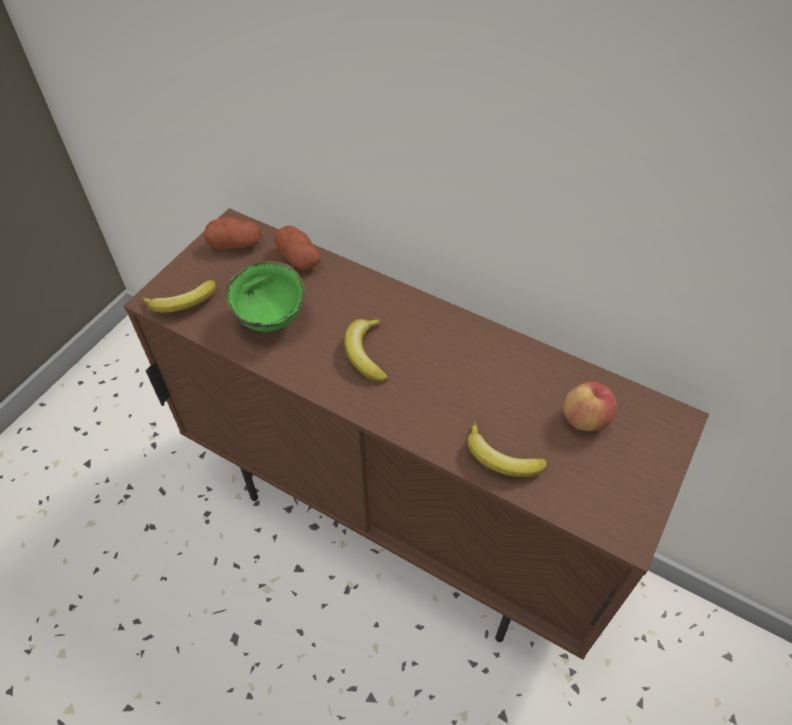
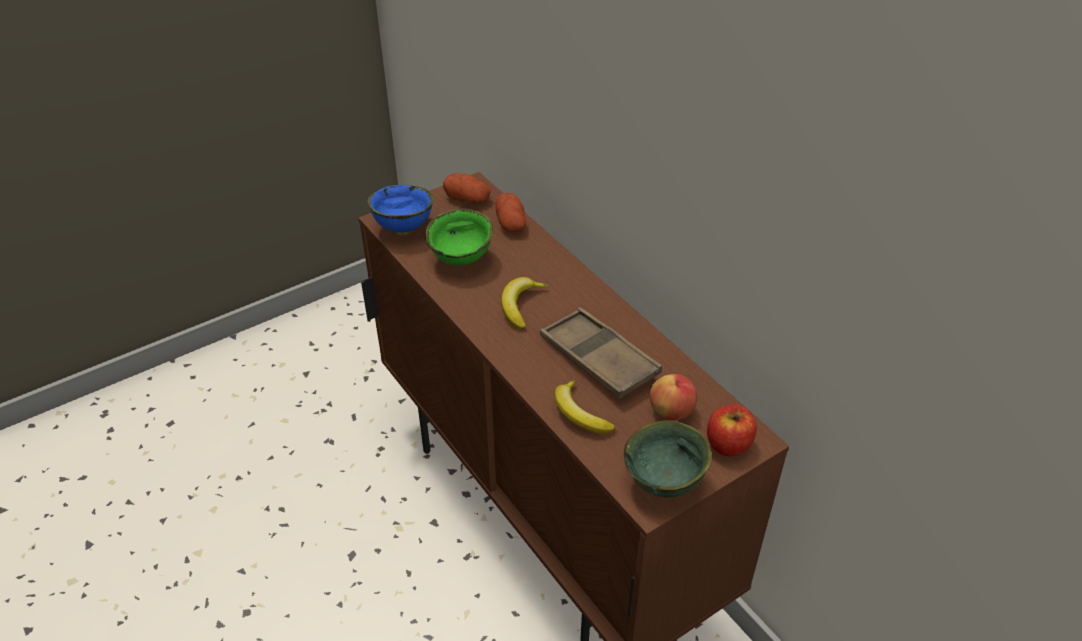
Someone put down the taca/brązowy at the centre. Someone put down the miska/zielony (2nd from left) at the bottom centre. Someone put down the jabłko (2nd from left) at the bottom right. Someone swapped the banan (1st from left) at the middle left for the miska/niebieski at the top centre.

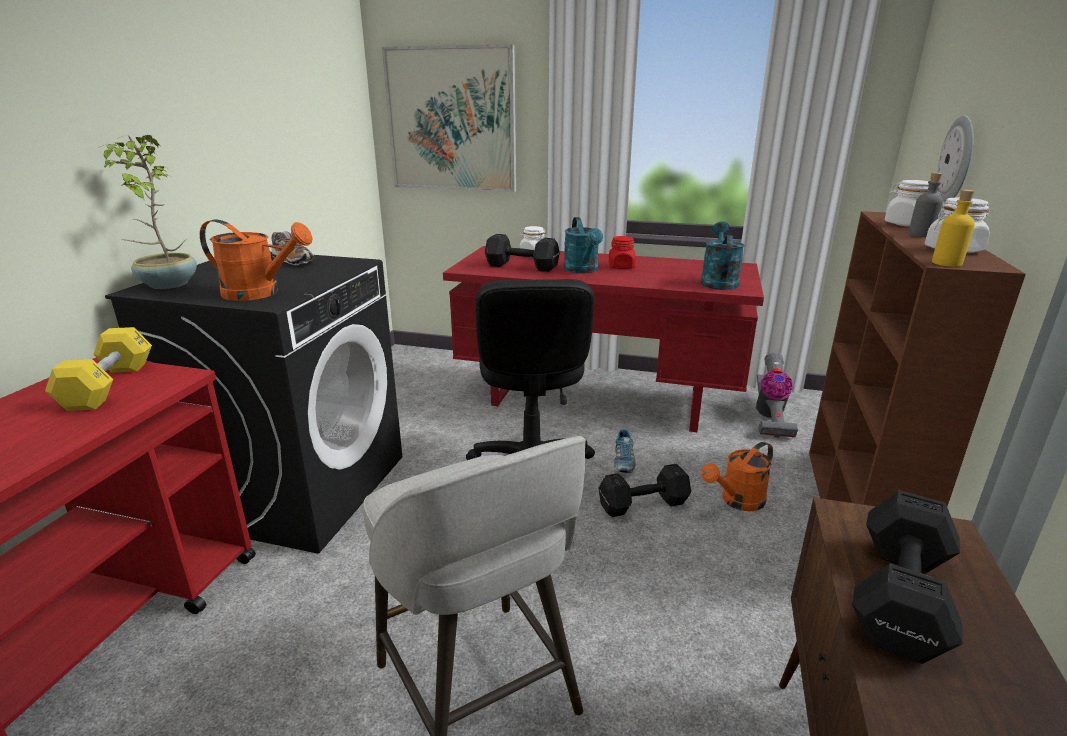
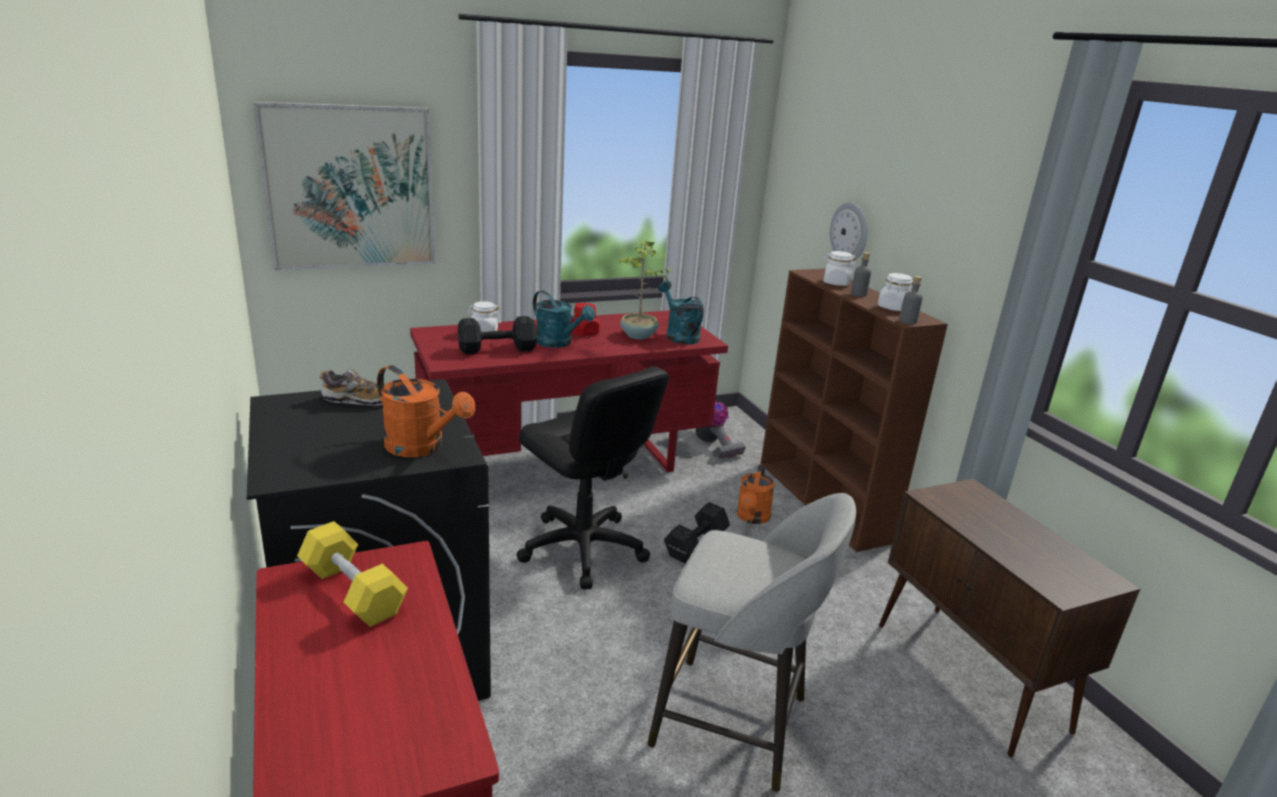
Someone took away the but (2nd from left) at the centre. Someone took away the hantel/czarny (3rd from left) at the bottom right. Someone carried the roślina doniczkowa from the top left to the centre. Someone repainted the butelka/żółty at the top right, which became the butelka/szary (2nd from left) at the middle right. Someone rotated the konewka/pomarańczowy (1st from left) at the middle left by 60 degrees clockwise.

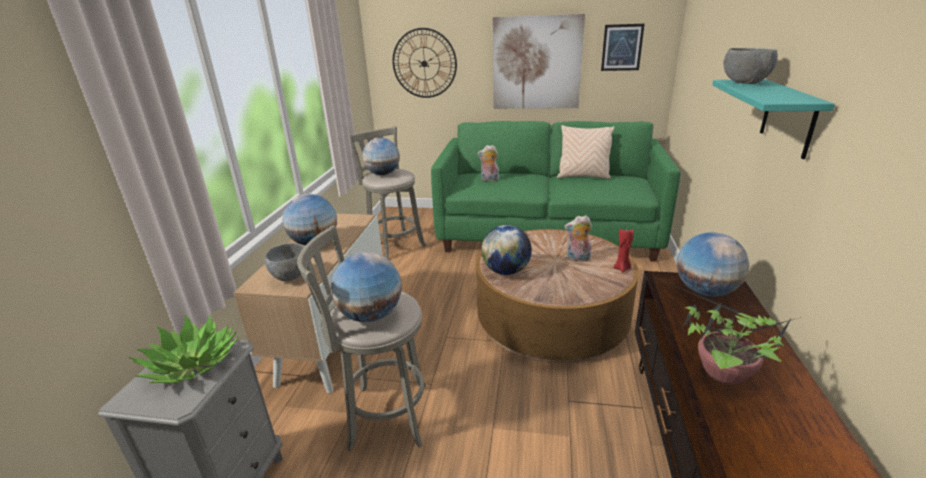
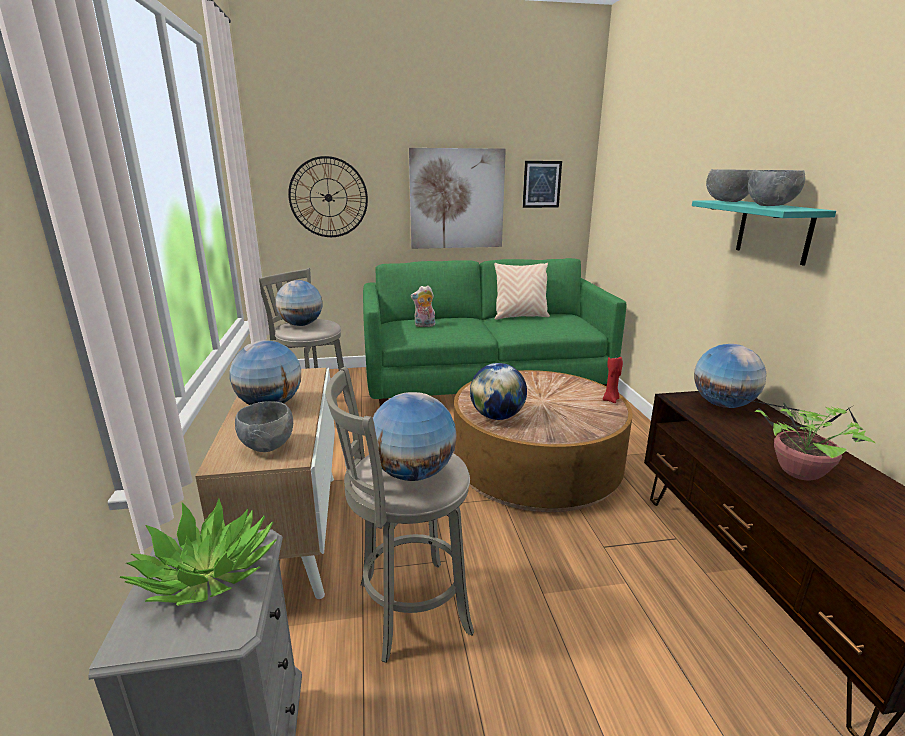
Someone took away the pluszak (2nd from left) at the centre. Someone put down the miska/szary (3rd from left) at the top right.

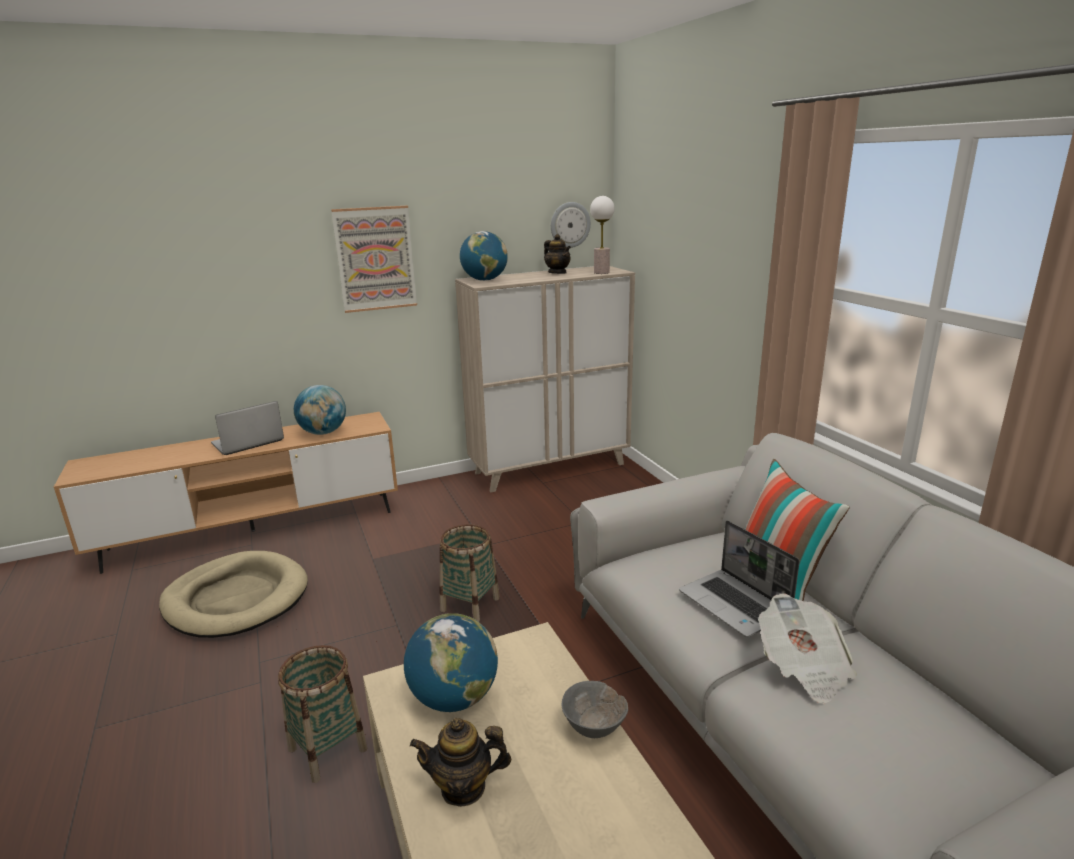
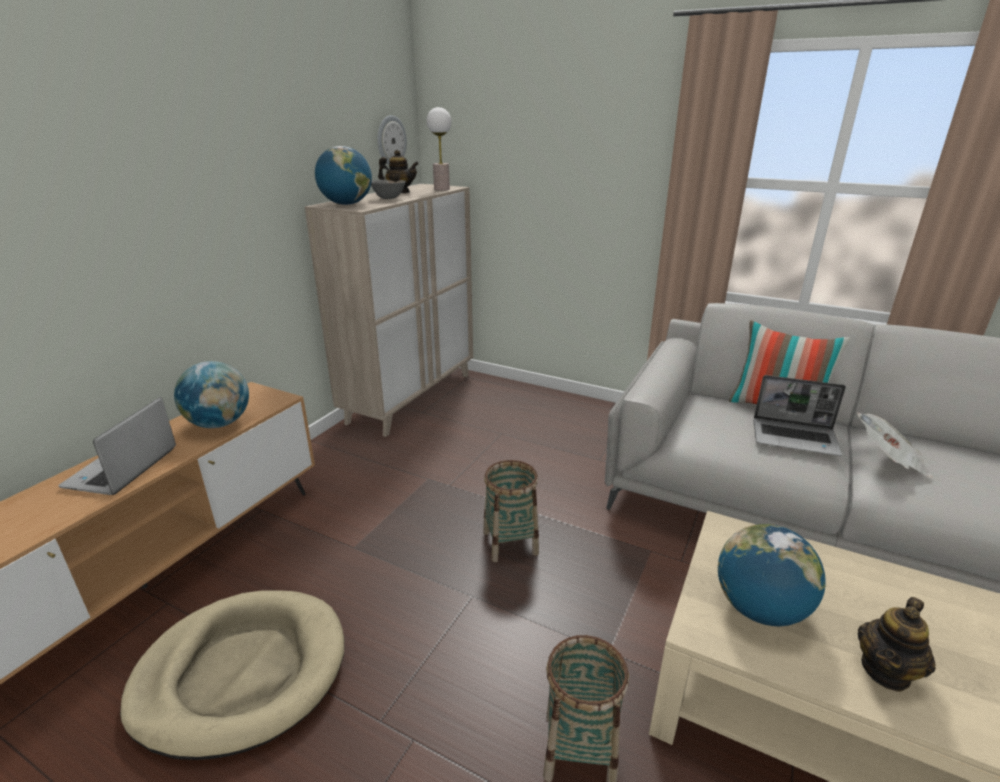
Someone took away the obraz at the top centre. Someone carried the miska/szary from the bottom centre to the top centre.

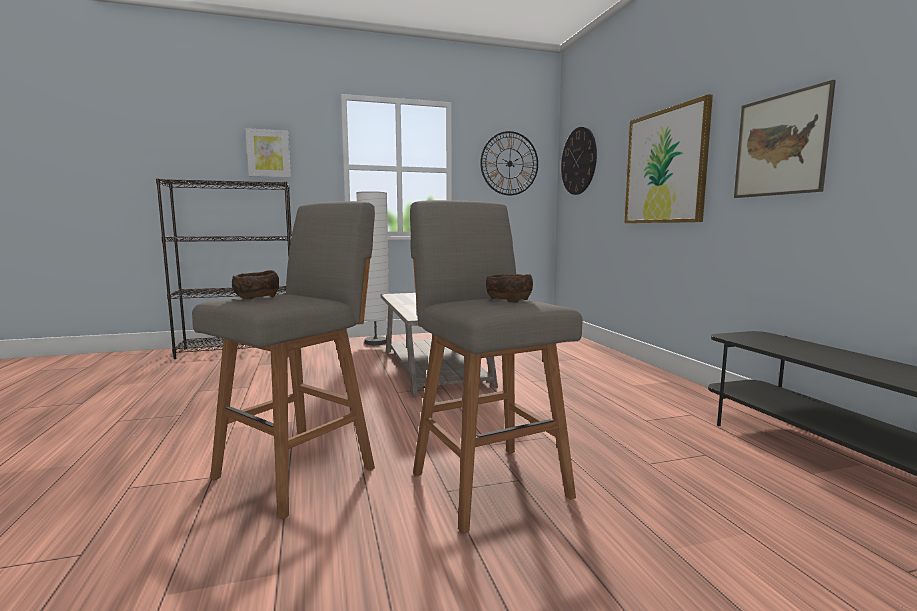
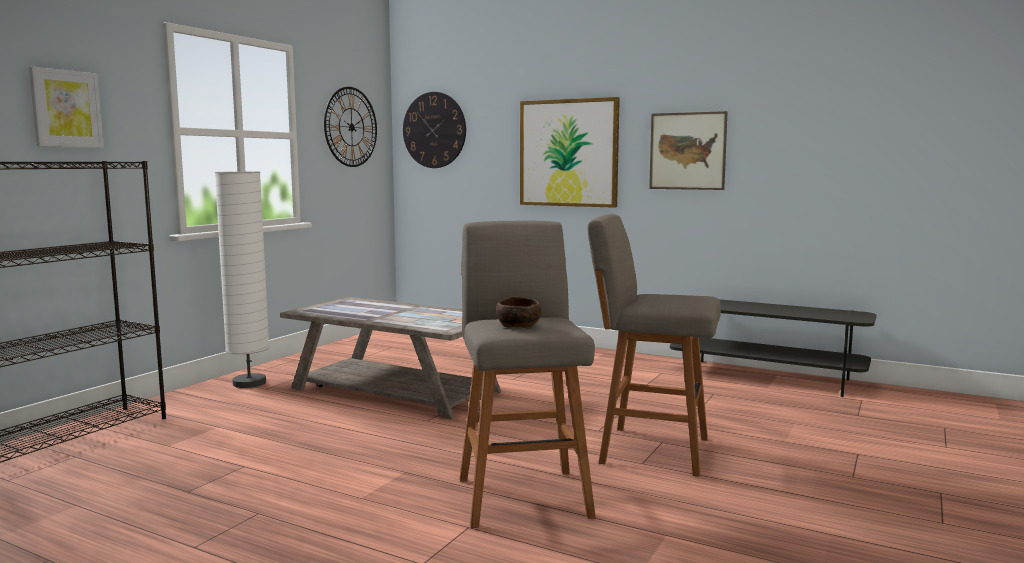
Someone took away the miska/brązowy (2nd from left) at the centre.

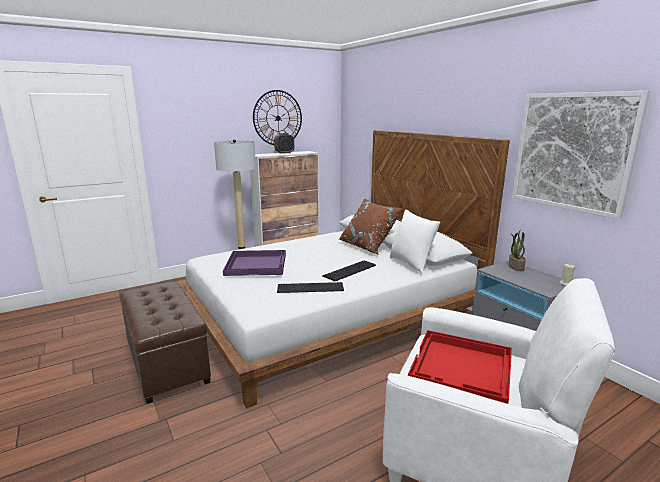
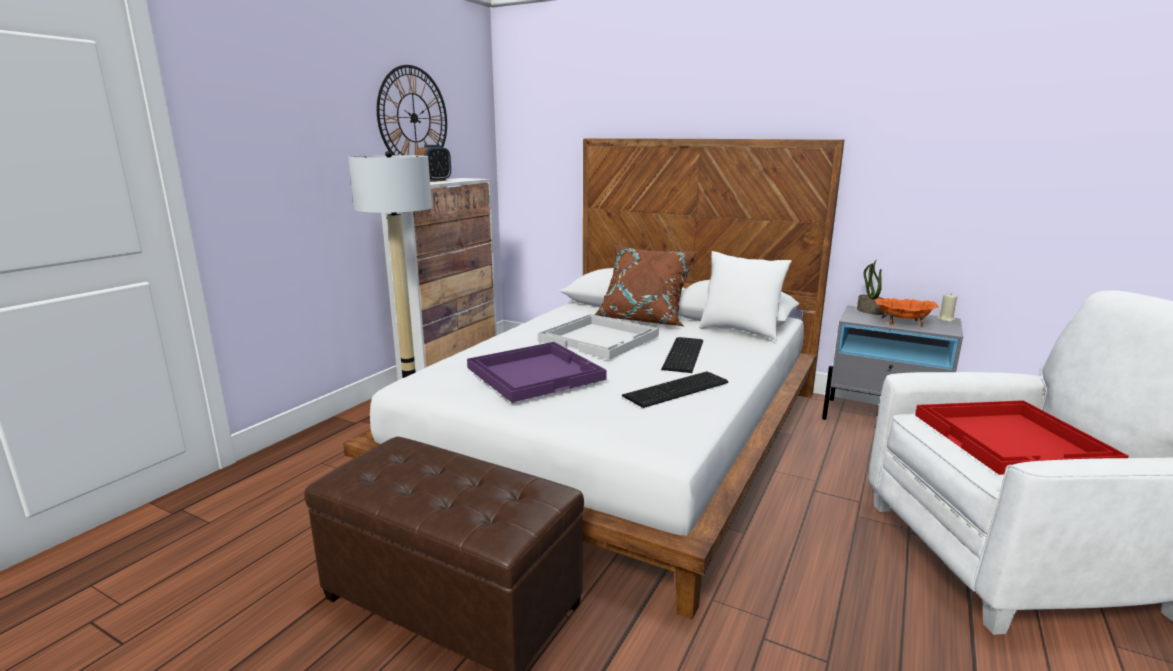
Someone took away the obraz at the top right. Someone put down the taca/biały at the centre. Someone put down the miska/pomarańczowy at the middle right.

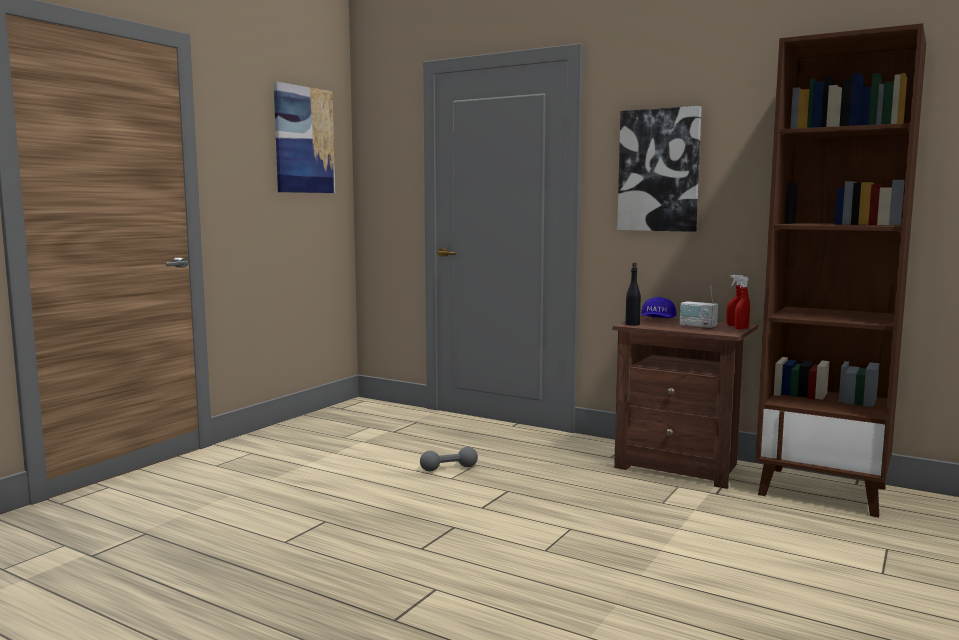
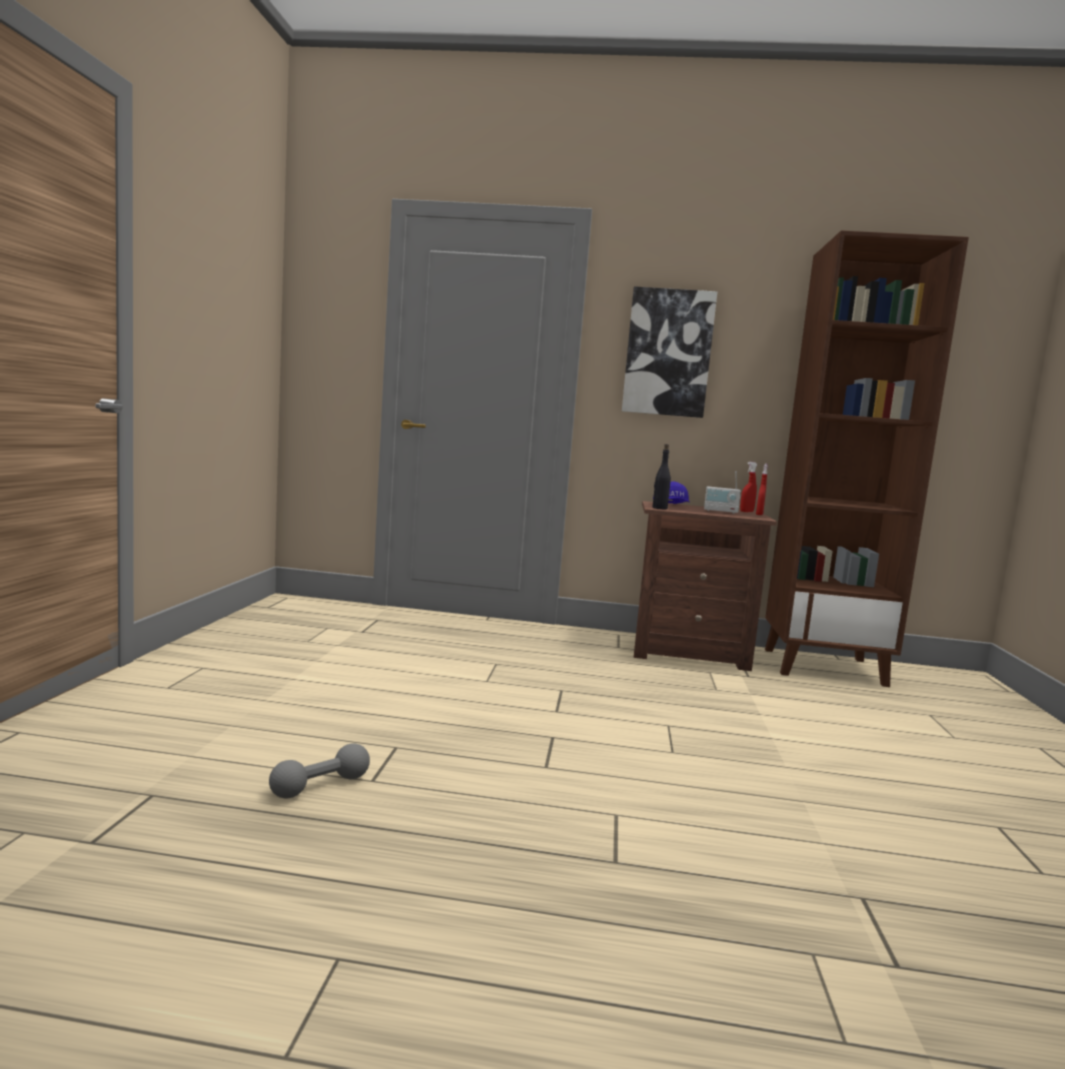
Someone took away the obraz (1st from left) at the top left. Someone carried the hantel/szary from the bottom centre to the bottom left.

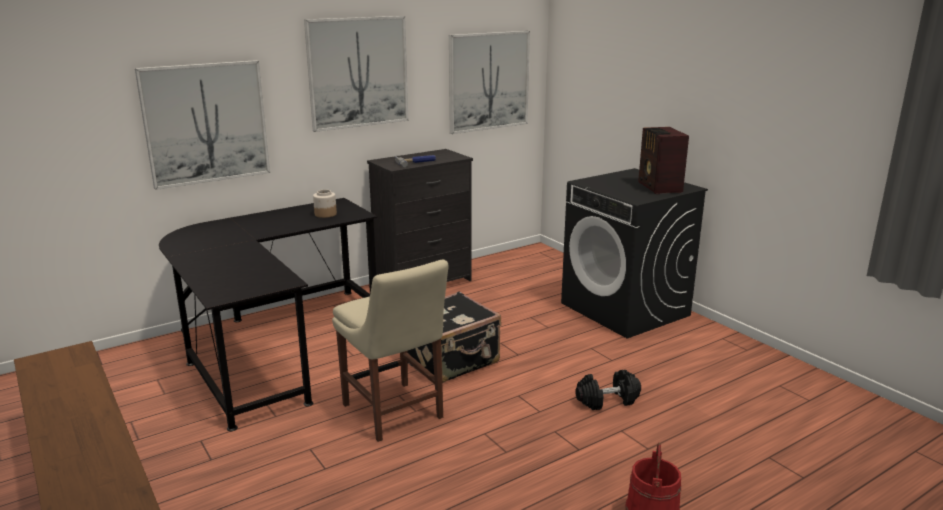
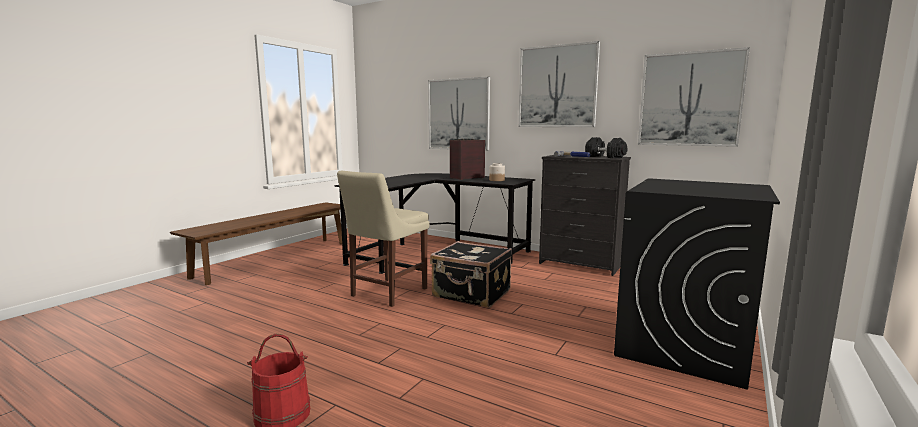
Someone carried the hantel/czarny from the bottom centre to the centre. Someone carried the radio from the top right to the centre.

